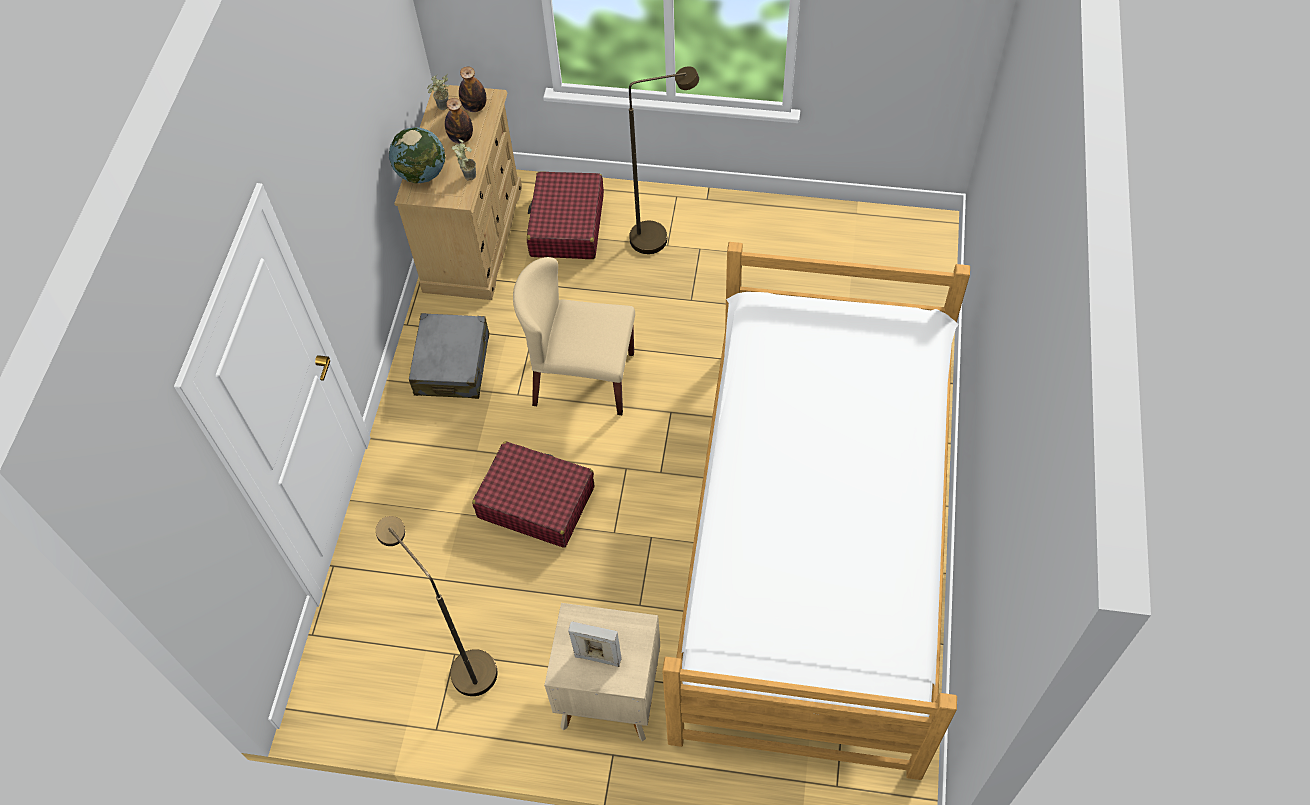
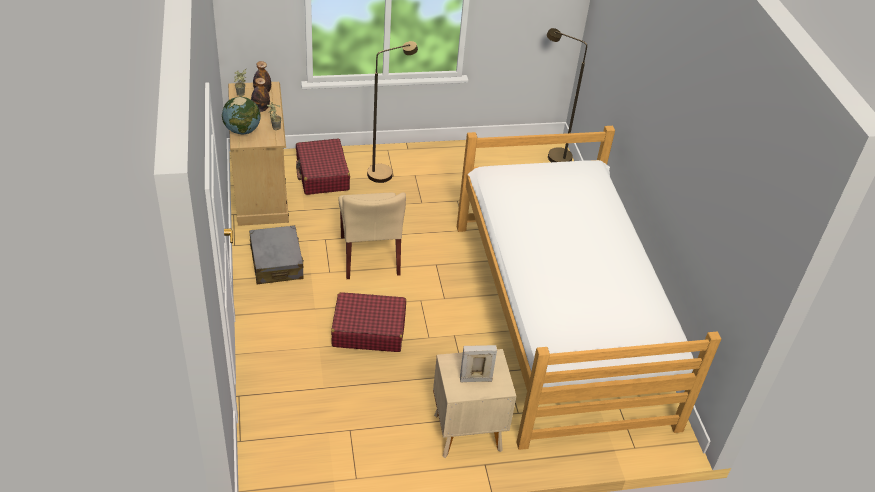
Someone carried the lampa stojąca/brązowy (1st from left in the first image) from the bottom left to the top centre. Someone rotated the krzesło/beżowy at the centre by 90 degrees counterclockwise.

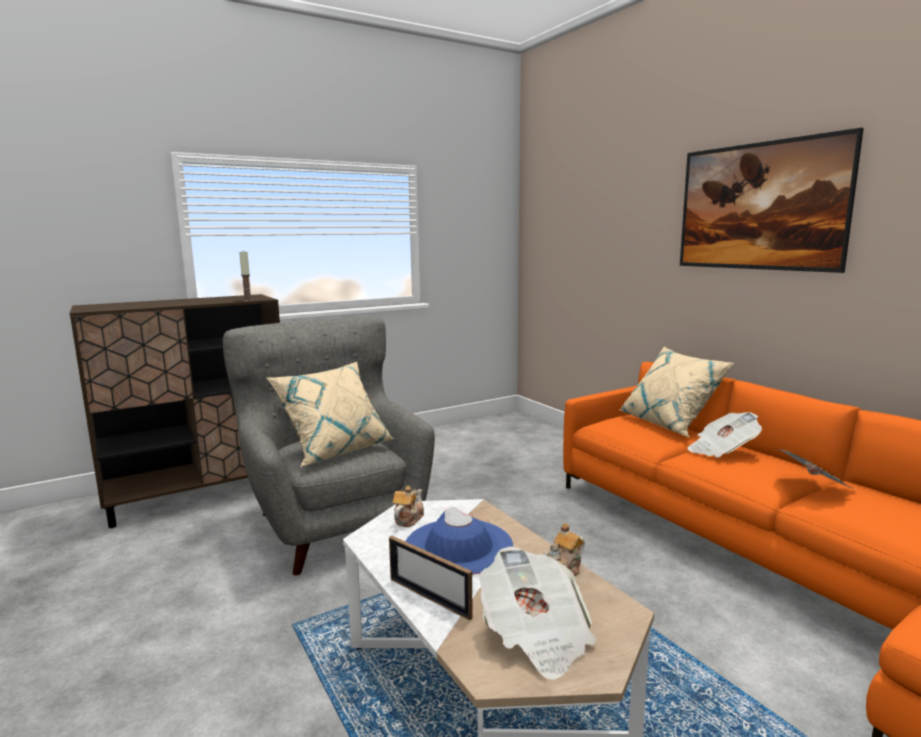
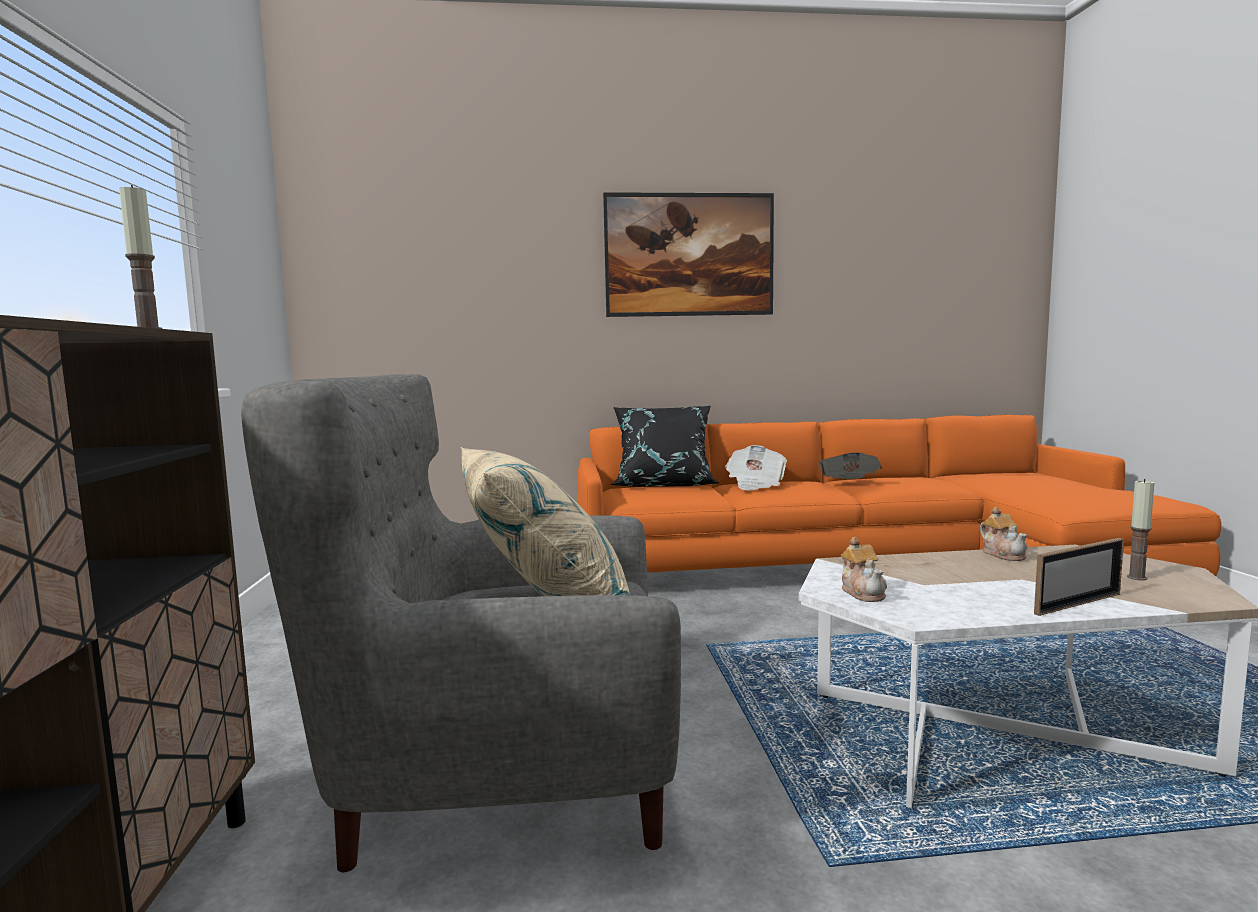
Someone took away the kapelusz/niebieski at the bottom centre. Someone swapped the gazeta (1st from left) at the bottom centre for the świeca (2nd from left) at the middle right. Someone repainted the poduszka/beżowy (2nd from left) at the middle right, which became the poduszka/czarny at the centre. Someone rotated the imbryk (1st from left) at the bottom centre by 150 degrees counterclockwise.

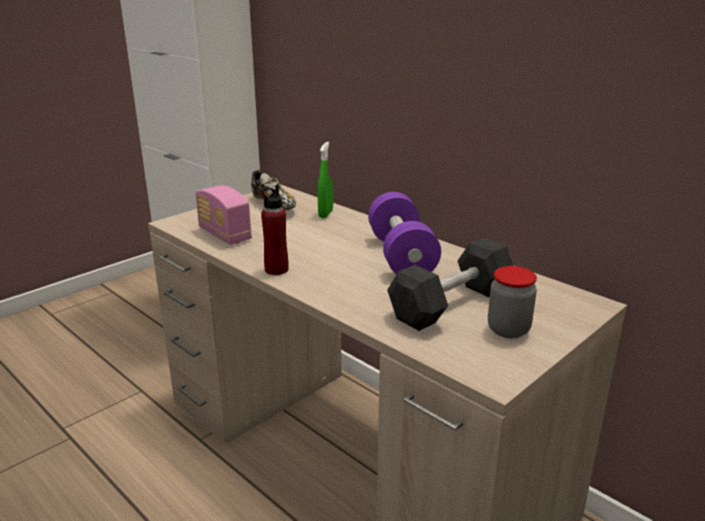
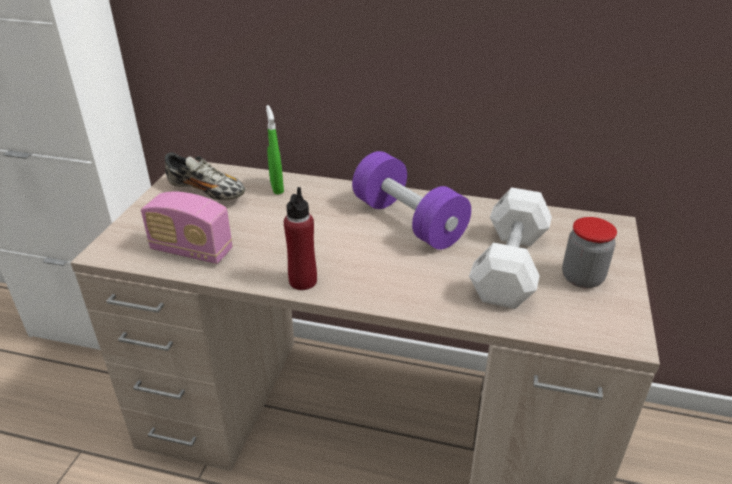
Someone repainted the hantel/czarny at the centre, which became the hantel/biały at the middle right.

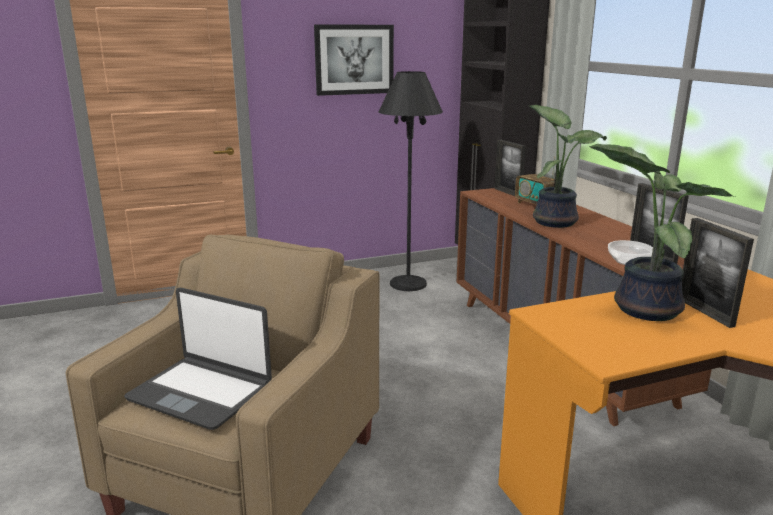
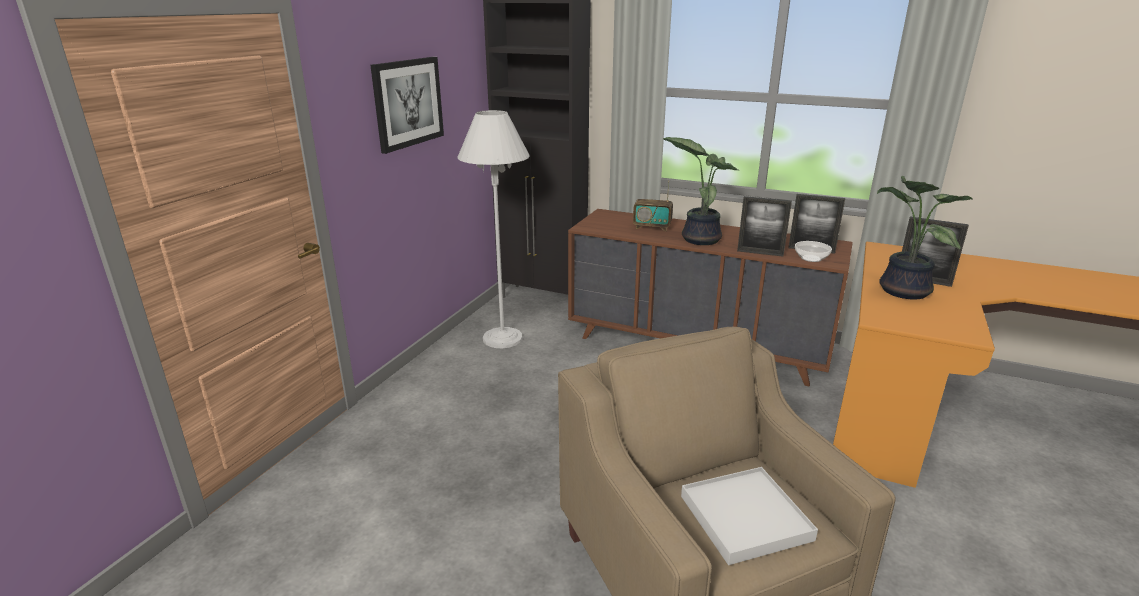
Someone carried the ramka na zdjęcie (1st from left) from the top centre to the middle right. Someone swapped the laptop at the bottom left for the taca/biały at the bottom centre. Someone repainted the lampa stojąca/czarny at the centre, which became the lampa stojąca/biały at the centre.

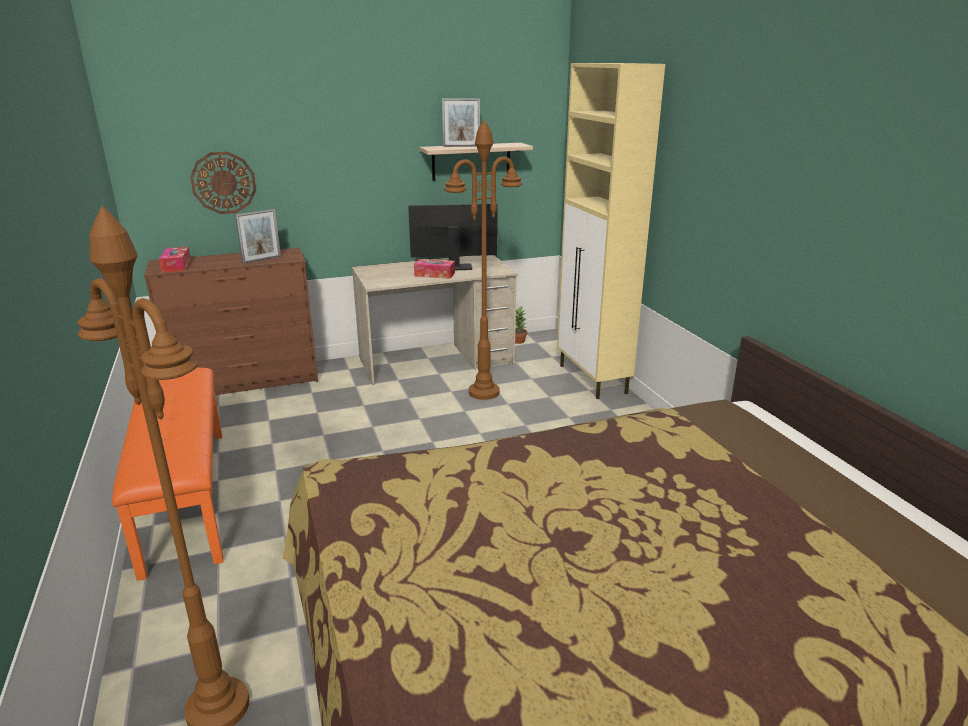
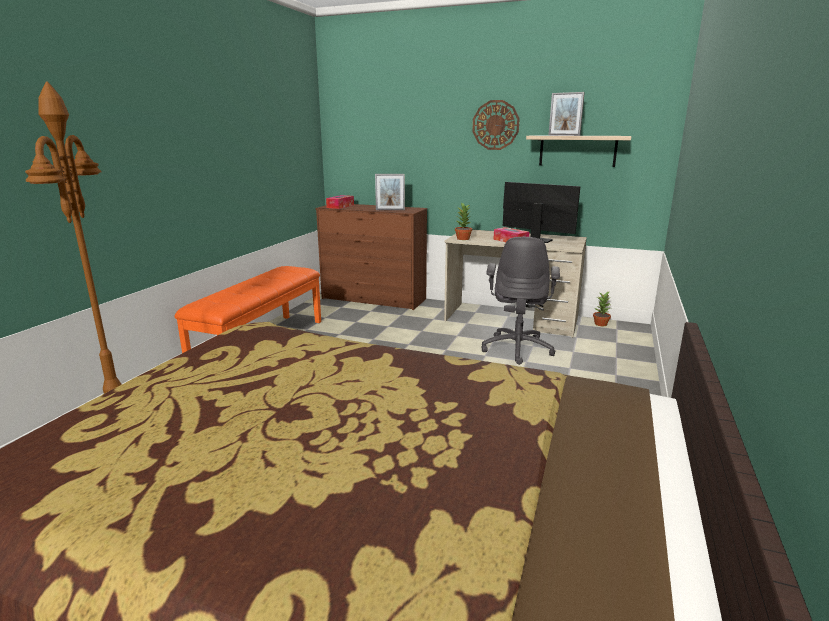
Someone took away the szafka/beżowy at the top centre. Someone put down the roślina doniczkowa (1st from left) at the centre. Someone carried the zegar ścienny from the top left to the top centre. Someone swapped the lampa stojąca/brązowy (2nd from left) at the centre for the krzesło biurowe/szary at the centre.

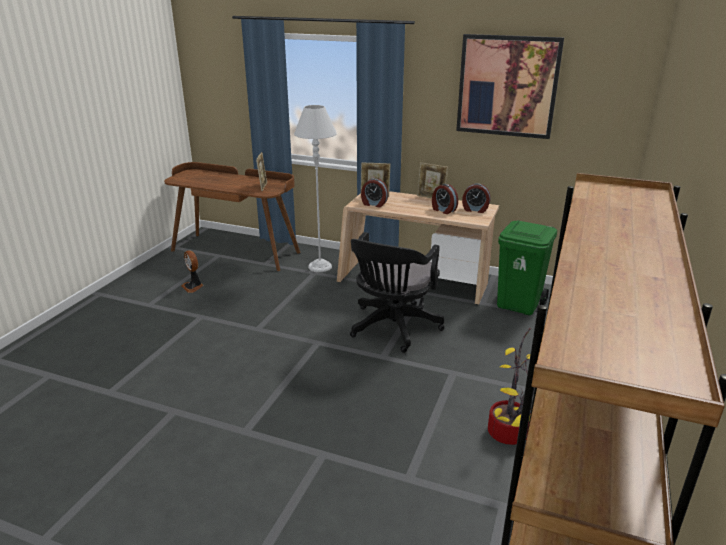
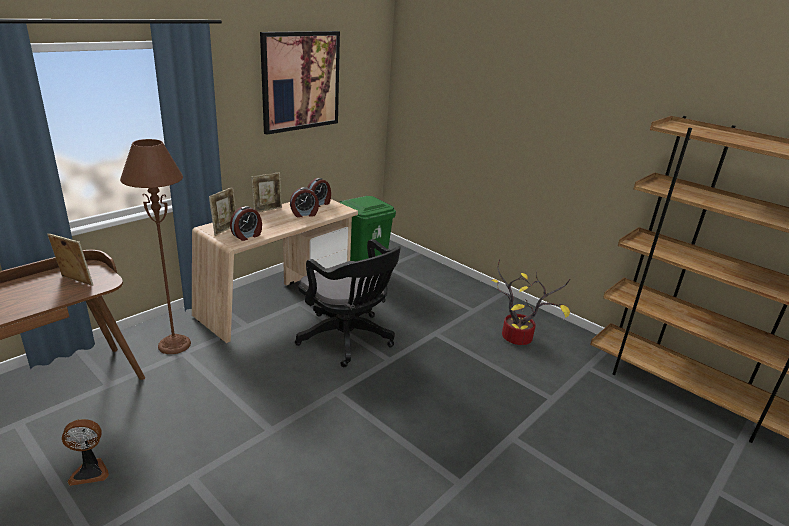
Someone repainted the lampa stojąca/szary at the centre, which became the lampa stojąca/brązowy at the middle left.

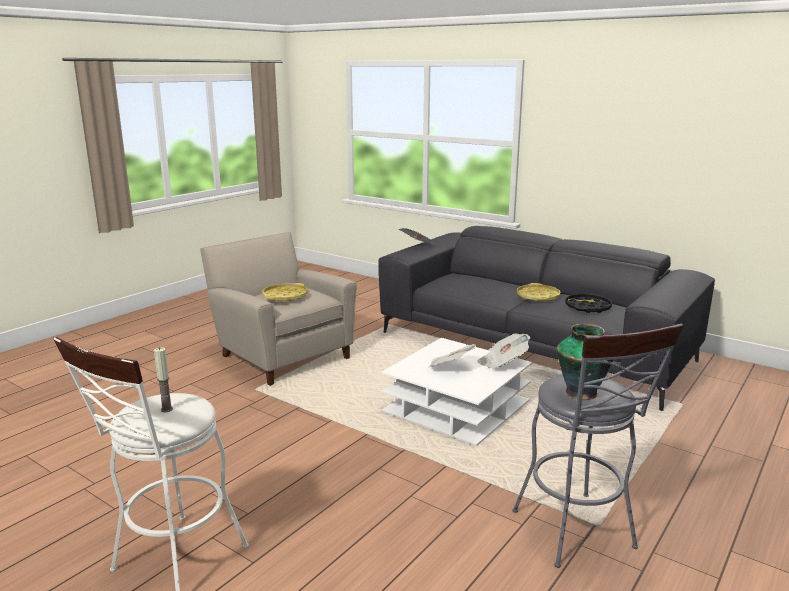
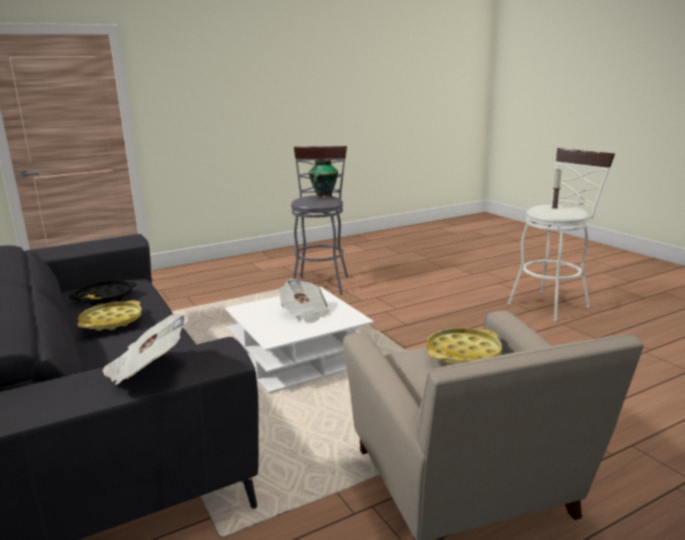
Someone took away the gazeta (3rd from left) at the centre.

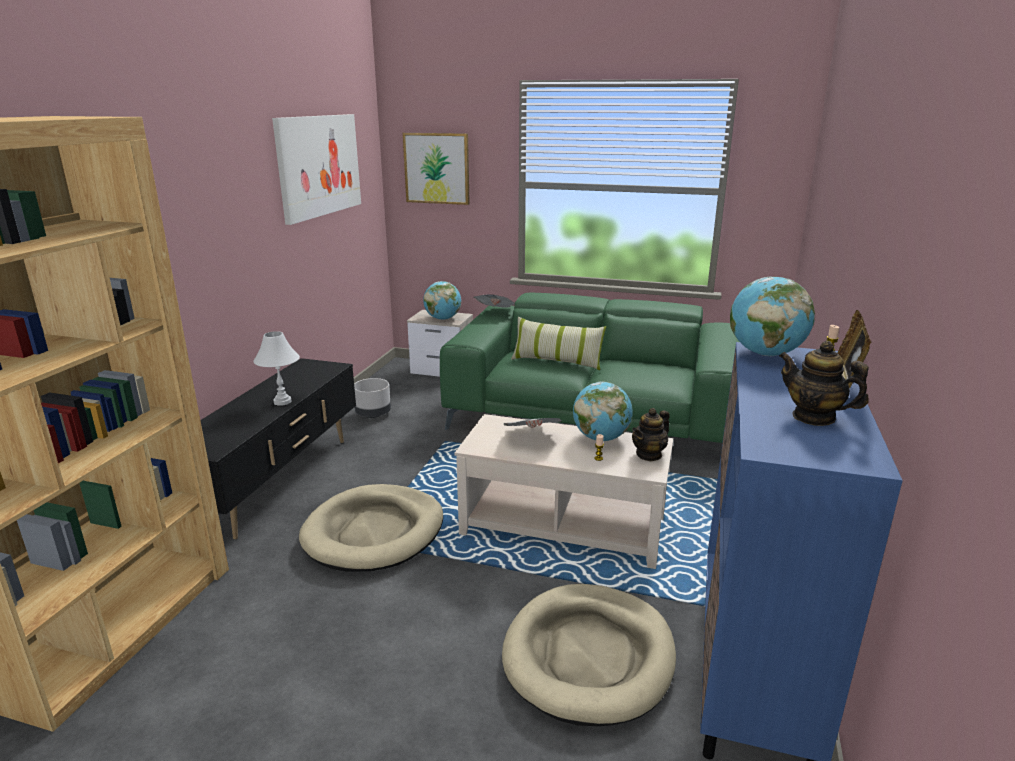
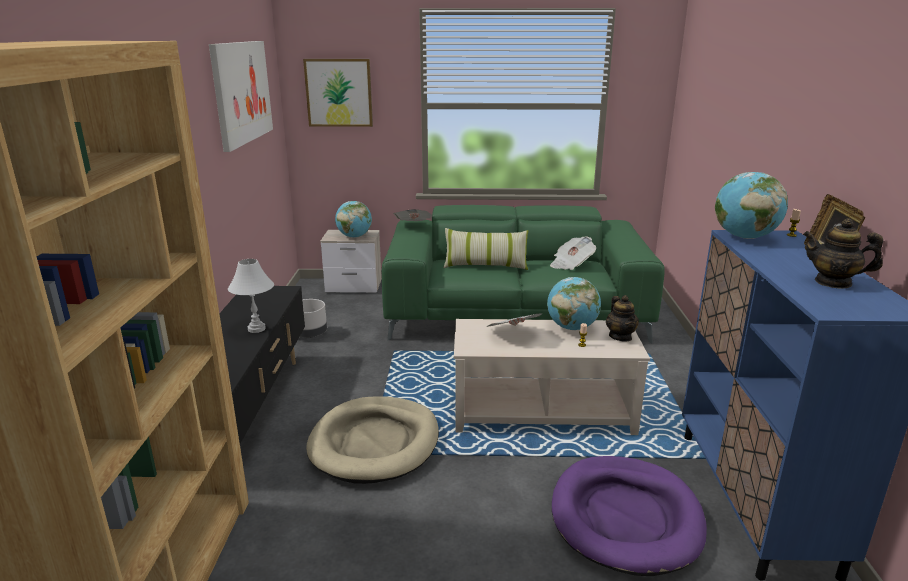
Someone put down the gazeta (3rd from left) at the centre. Someone repainted the legowisko/beżowy (2nd from left) at the bottom centre, which became the legowisko/fioletowy at the bottom right. Someone rotated the imbryk (1st from left) at the centre by 45 degrees counterclockwise.

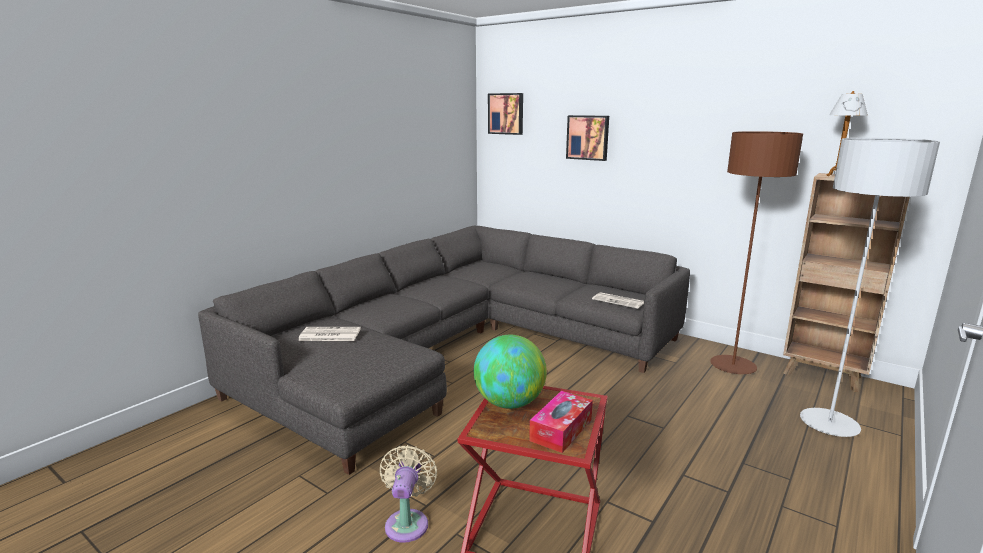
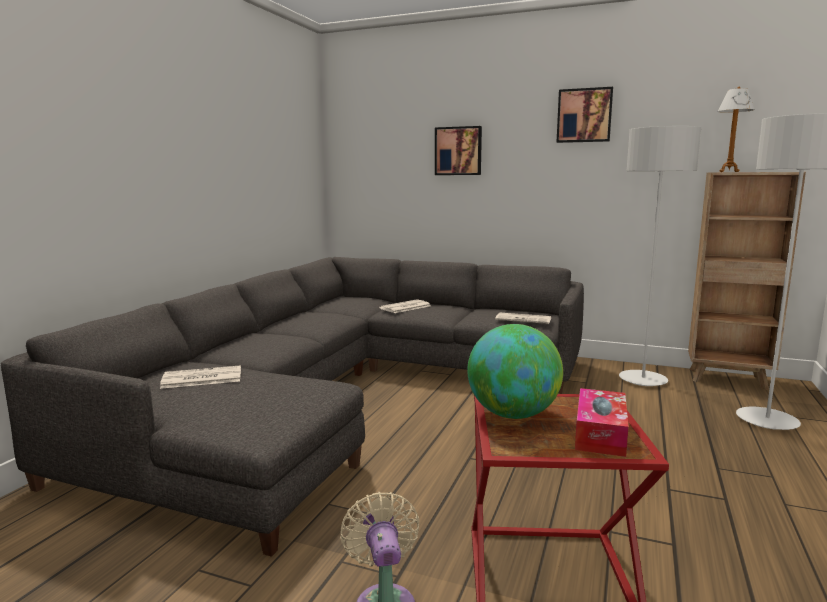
Someone put down the gazeta (2nd from left) at the centre. Someone carried the obraz (1st from left in the first image) from the top centre to the top right. Someone repainted the lampa stojąca/brązowy at the middle right, which became the lampa stojąca/szary (1st from left) at the middle right.

